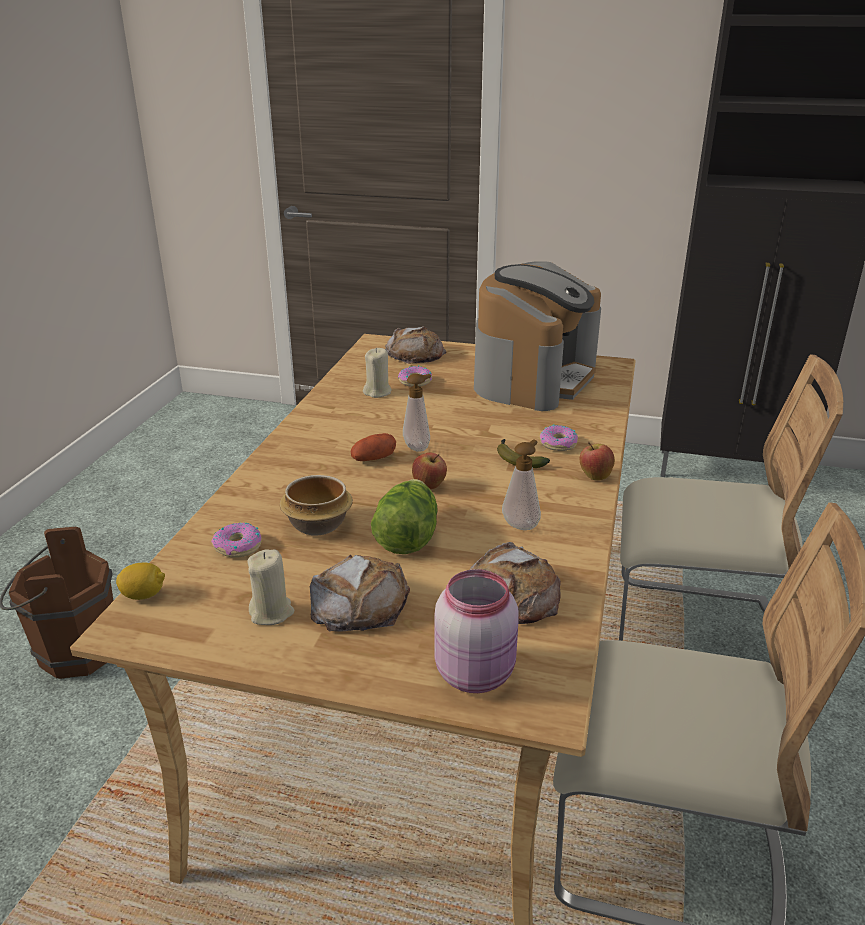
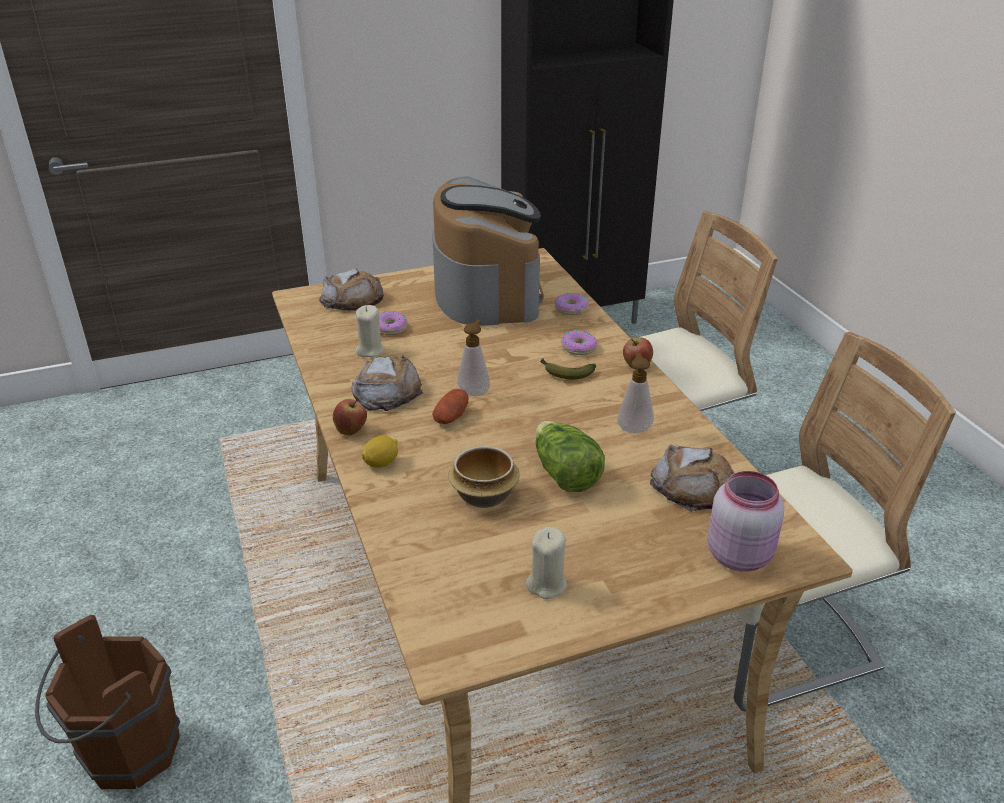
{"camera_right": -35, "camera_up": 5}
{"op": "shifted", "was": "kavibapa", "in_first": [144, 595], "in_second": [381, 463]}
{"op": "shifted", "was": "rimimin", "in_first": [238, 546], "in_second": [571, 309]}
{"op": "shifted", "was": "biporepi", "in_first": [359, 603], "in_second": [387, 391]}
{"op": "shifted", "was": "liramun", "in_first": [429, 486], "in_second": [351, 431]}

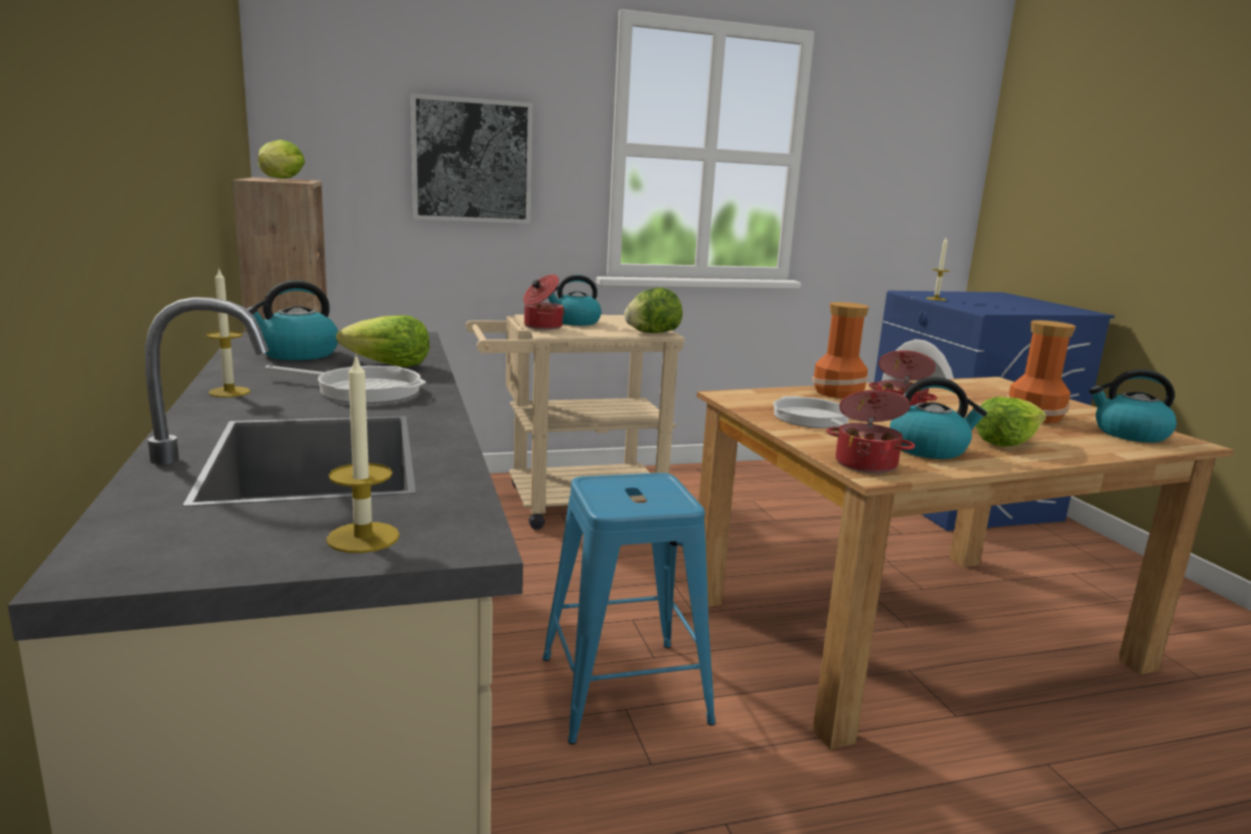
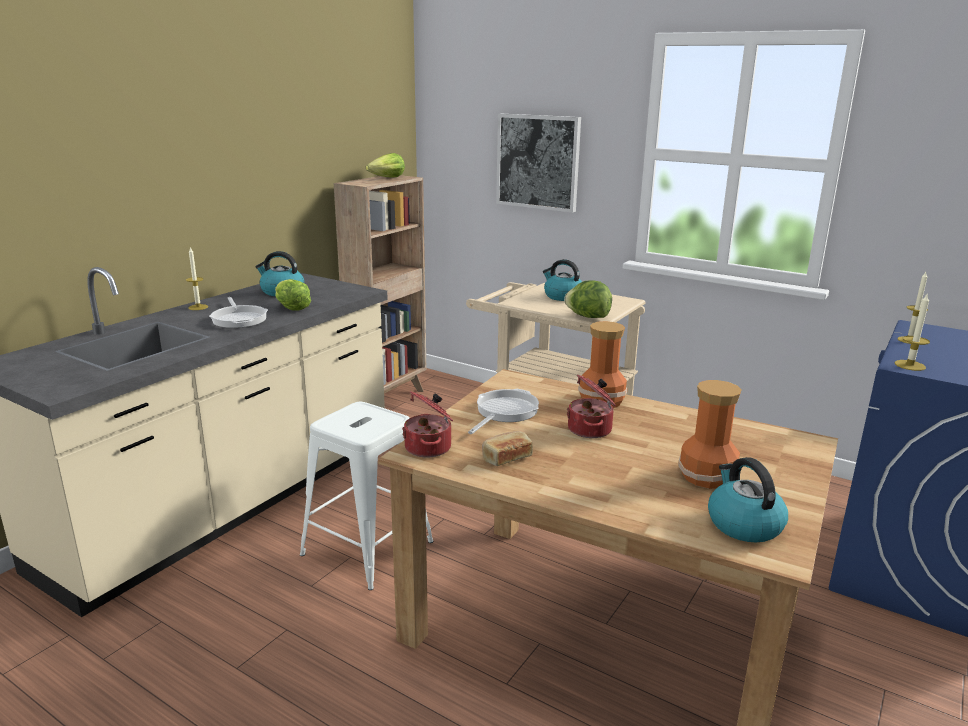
{"camera_right": 50, "camera_up": 5}
{"op": "gone", "was": "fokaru", "in_first": [541, 326]}
{"op": "gone", "was": "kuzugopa", "in_first": [1005, 442]}
{"op": "shifted", "was": "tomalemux", "in_first": [363, 537], "in_second": [910, 365]}
{"op": "swapped", "was": "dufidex", "now": "biporepi", "in_first": [929, 449], "in_second": [506, 458]}
{"op": "repainted", "was": "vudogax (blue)", "now": "vudogax (white)", "in_first": [625, 690], "in_second": [367, 549]}

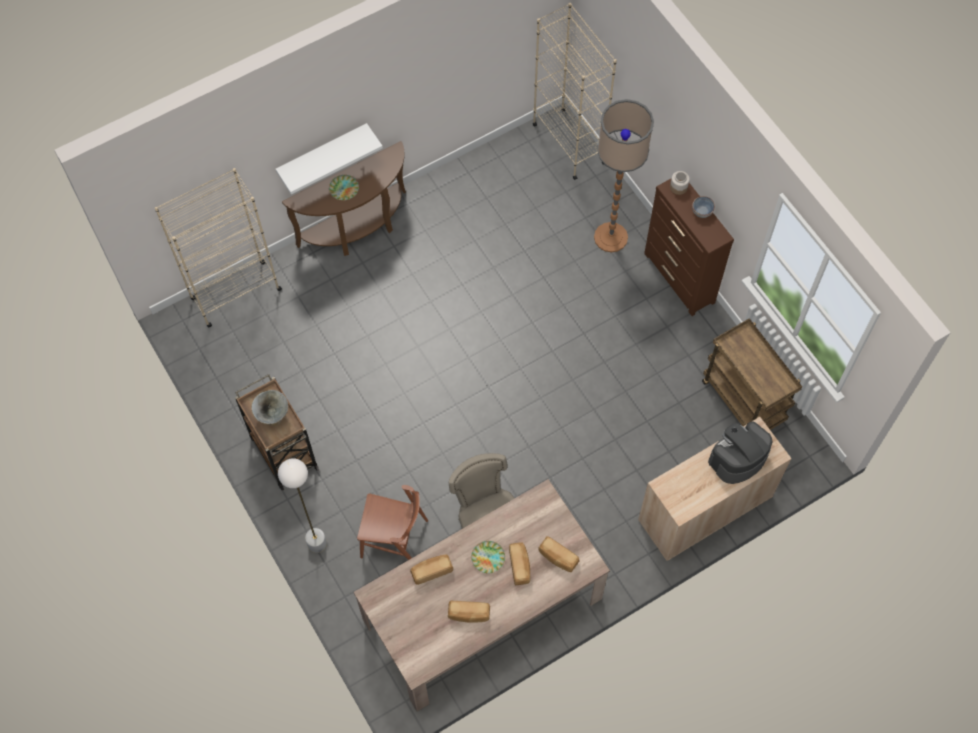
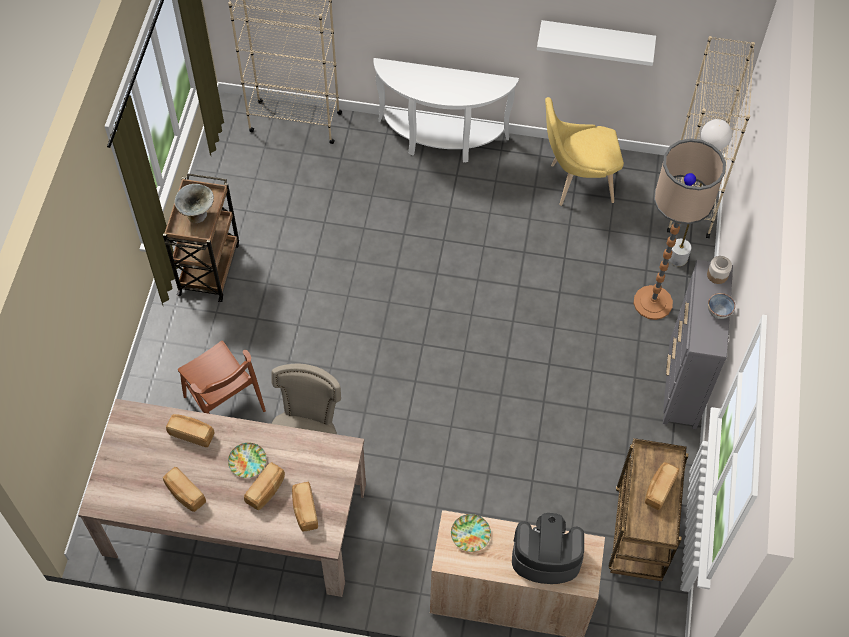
{"camera_right": 40, "camera_up": -5}
{"op": "new", "now": "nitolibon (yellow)", "in_second": [576, 183]}
{"op": "new", "now": "biporepi", "in_second": [659, 489]}
{"op": "shifted", "was": "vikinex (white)", "in_first": [322, 153], "in_second": [596, 38]}
{"op": "shifted", "was": "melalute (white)", "in_first": [317, 543], "in_second": [677, 258]}
{"op": "shifted", "was": "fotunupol", "in_first": [343, 189], "in_second": [470, 534]}
{"op": "repainted", "was": "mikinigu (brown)", "now": "mikinigu (white)", "in_first": [358, 229], "in_second": [440, 141]}
{"op": "repainted", "was": "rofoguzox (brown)", "now": "rofoguzox (grey)", "in_first": [679, 278], "in_second": [683, 383]}

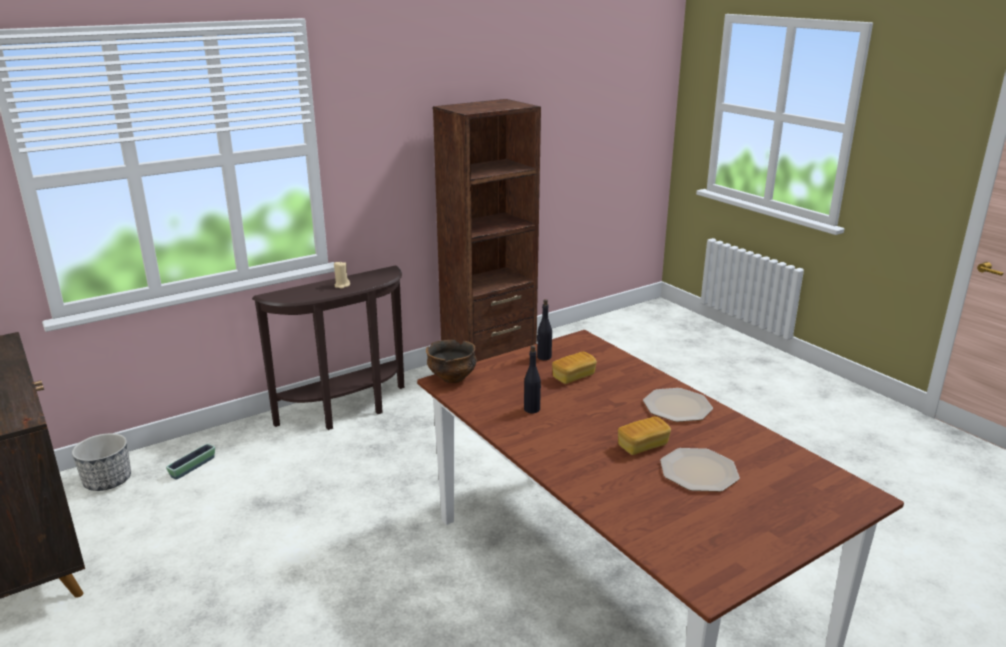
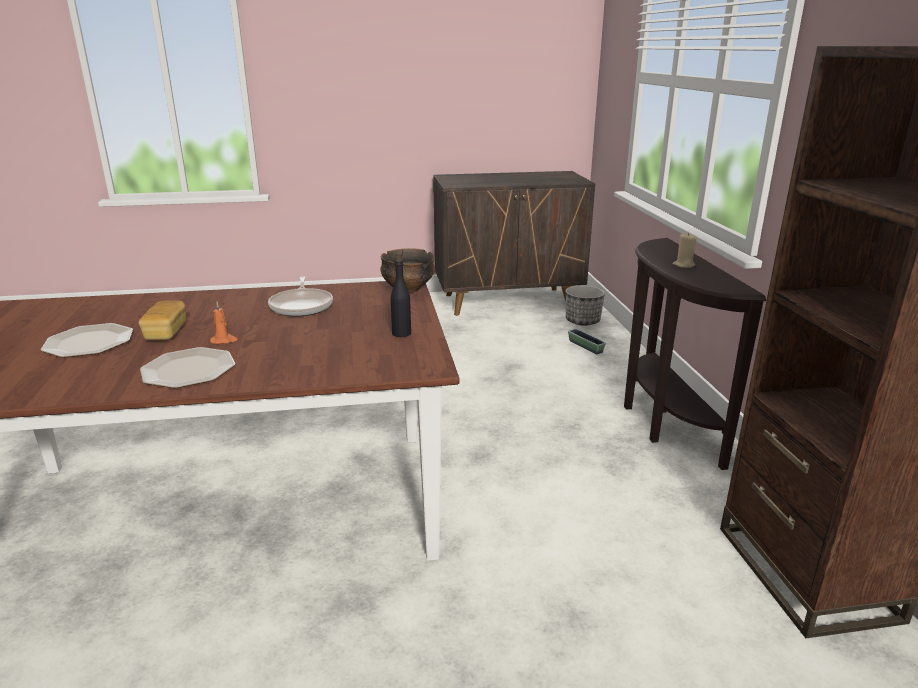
{"camera_right": 115, "camera_up": 0}
{"op": "gone", "was": "biporepi", "in_first": [573, 377]}
{"op": "new", "now": "tomalemux (orange)", "in_second": [224, 340]}
{"op": "swapped", "was": "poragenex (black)", "now": "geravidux", "in_first": [532, 409], "in_second": [302, 306]}

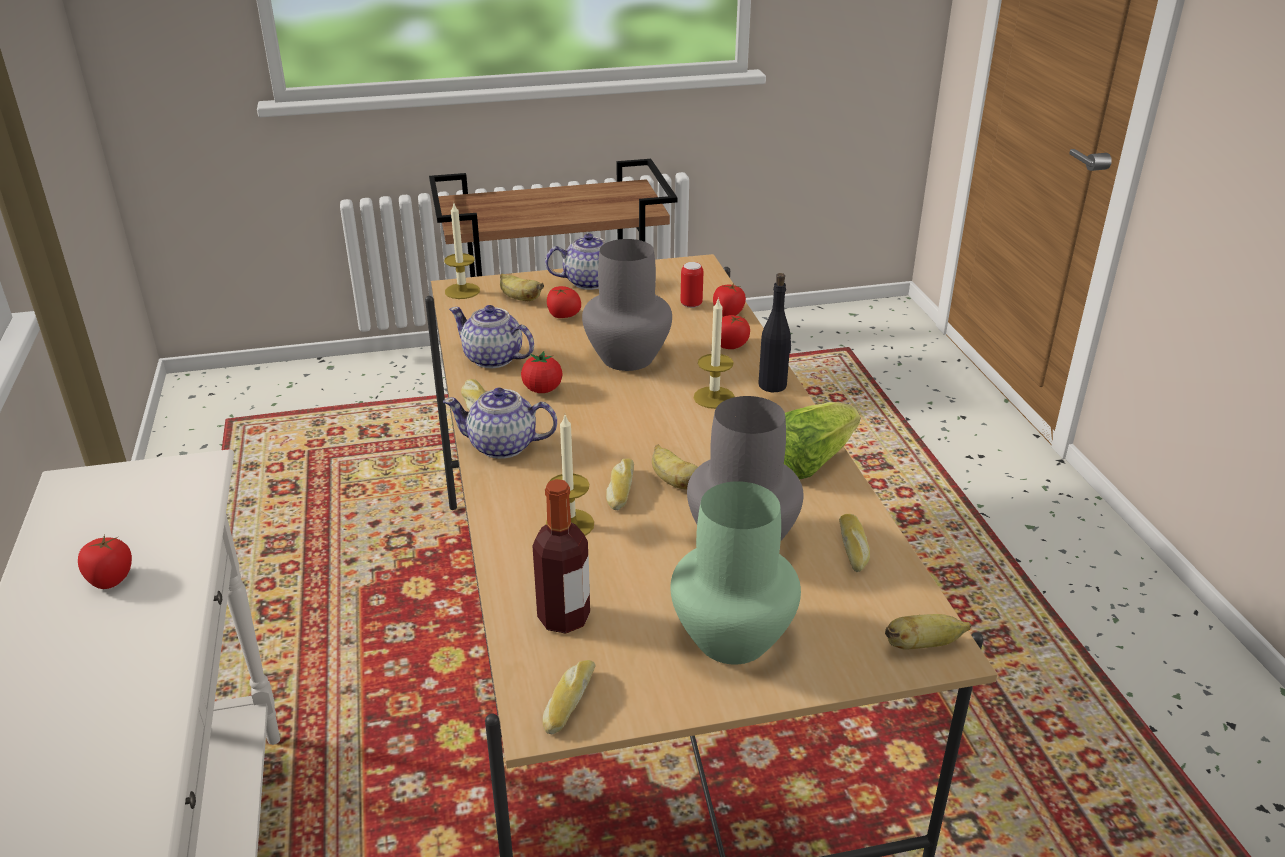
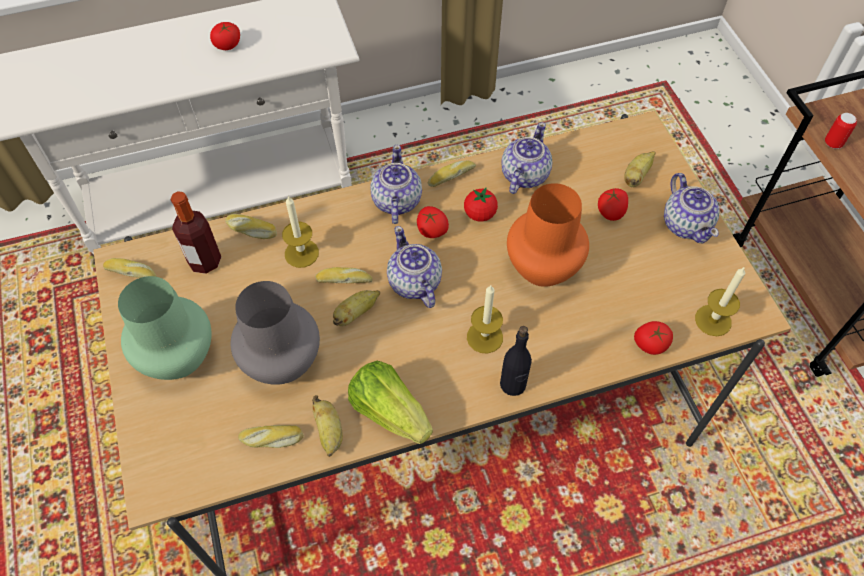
{"camera_right": 85, "camera_up": 25}
{"op": "new", "now": "biporepi", "in_second": [251, 230]}
{"op": "new", "now": "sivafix", "in_second": [414, 283]}
{"op": "shifted", "was": "tomalemux", "in_first": [462, 291], "in_second": [713, 320]}
{"op": "shifted", "was": "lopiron", "in_first": [691, 304], "in_second": [833, 143]}
{"op": "shifted", "was": "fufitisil", "in_first": [731, 345], "in_second": [431, 230]}
{"op": "shifted", "was": "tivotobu", "in_first": [922, 645], "in_second": [329, 432]}
{"op": "repainted", "was": "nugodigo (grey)", "now": "nugodigo (orange)", "in_first": [628, 359], "in_second": [541, 268]}

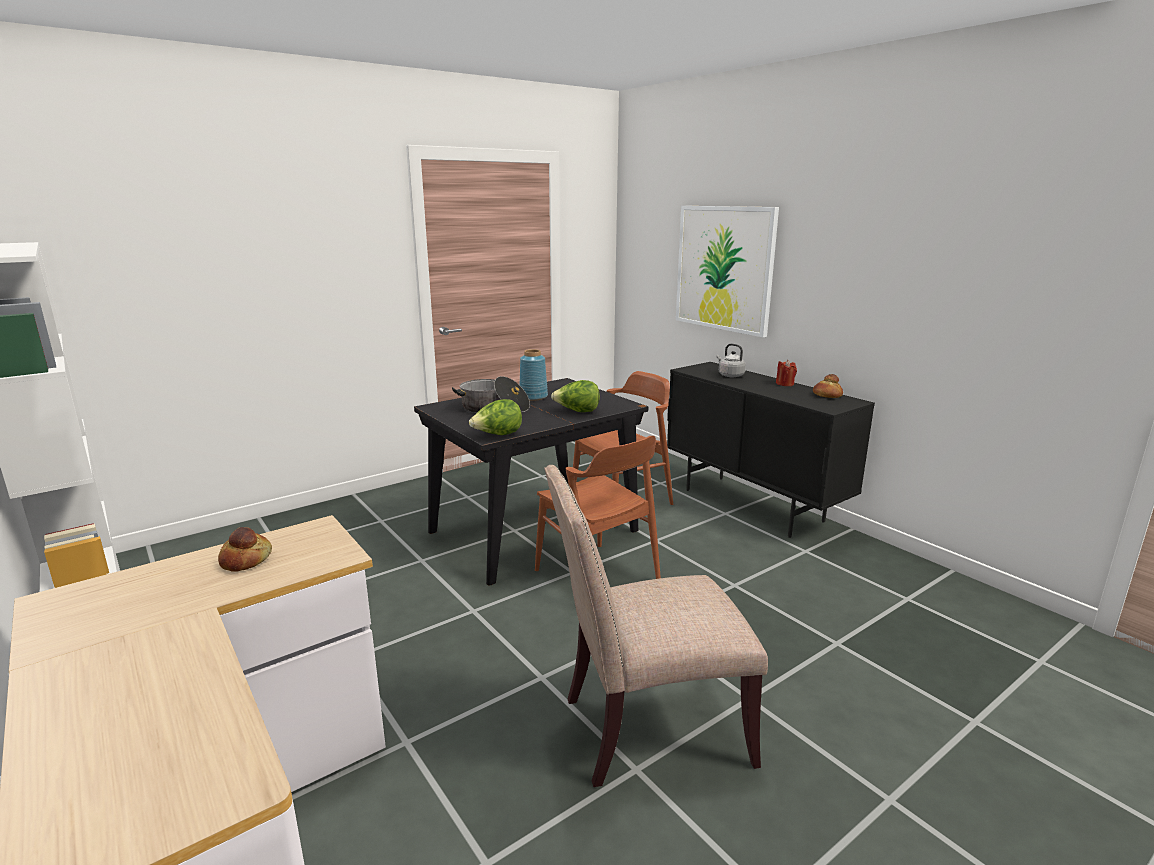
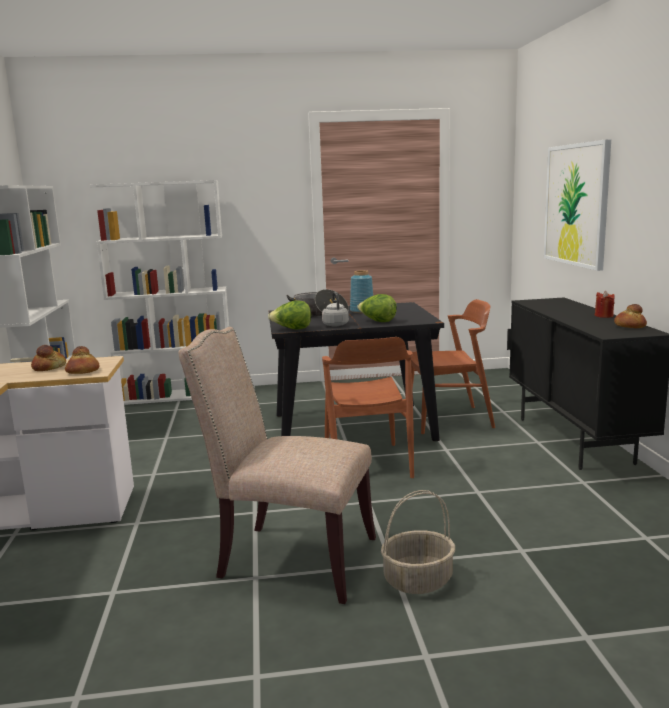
{"camera_right": 30, "camera_up": -5}
{"op": "new", "now": "biporepi", "in_second": [83, 371]}
{"op": "new", "now": "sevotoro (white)", "in_second": [178, 396]}
{"op": "new", "now": "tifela", "in_second": [418, 580]}
{"op": "shifted", "was": "dufidex (grey)", "in_first": [730, 375], "in_second": [335, 324]}

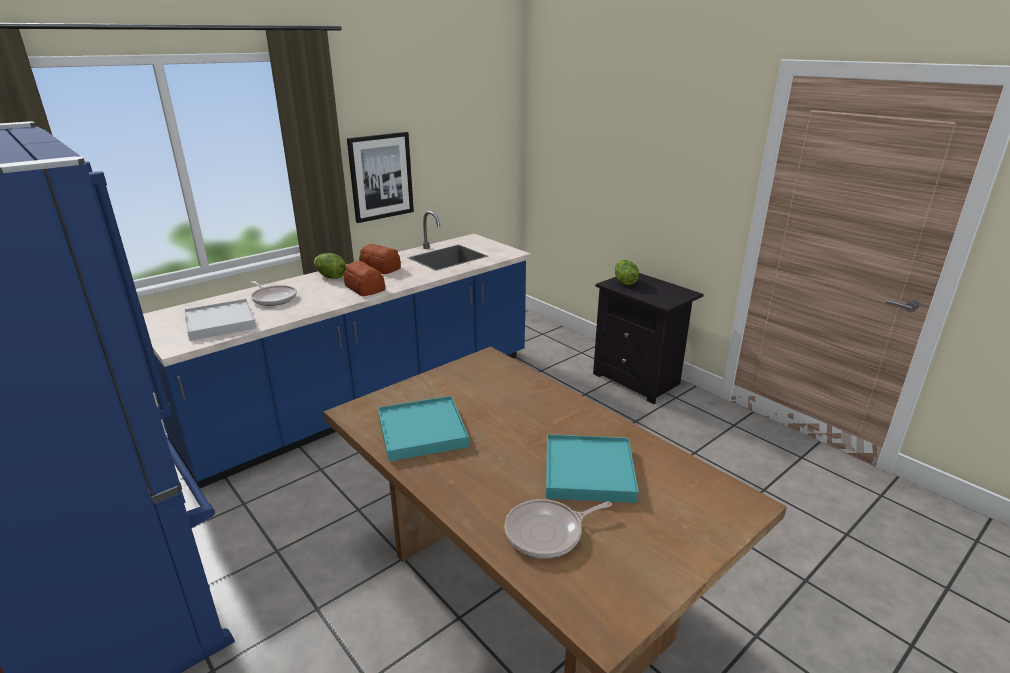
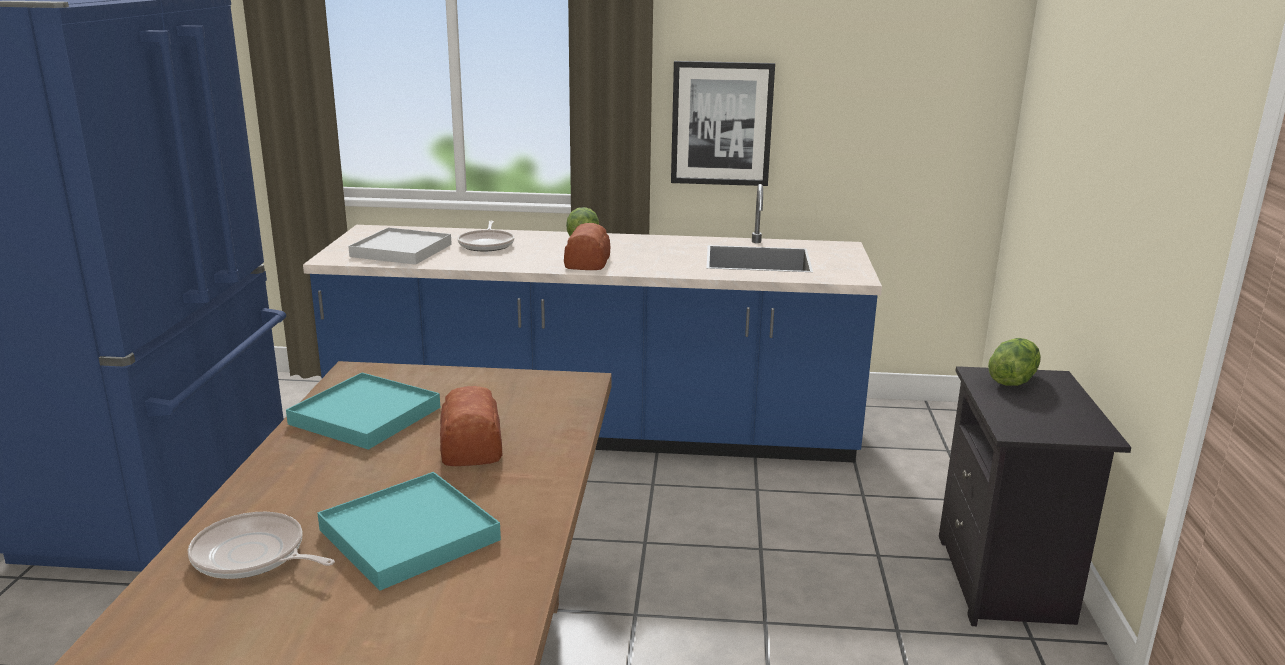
{"camera_right": 45, "camera_up": -5}
{"op": "shifted", "was": "biporepi", "in_first": [380, 267], "in_second": [473, 444]}

